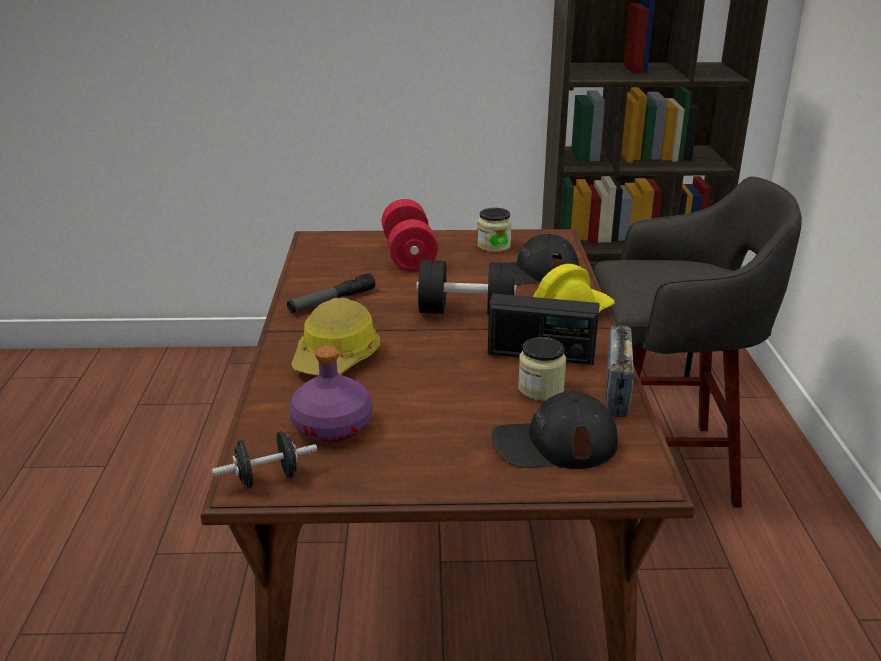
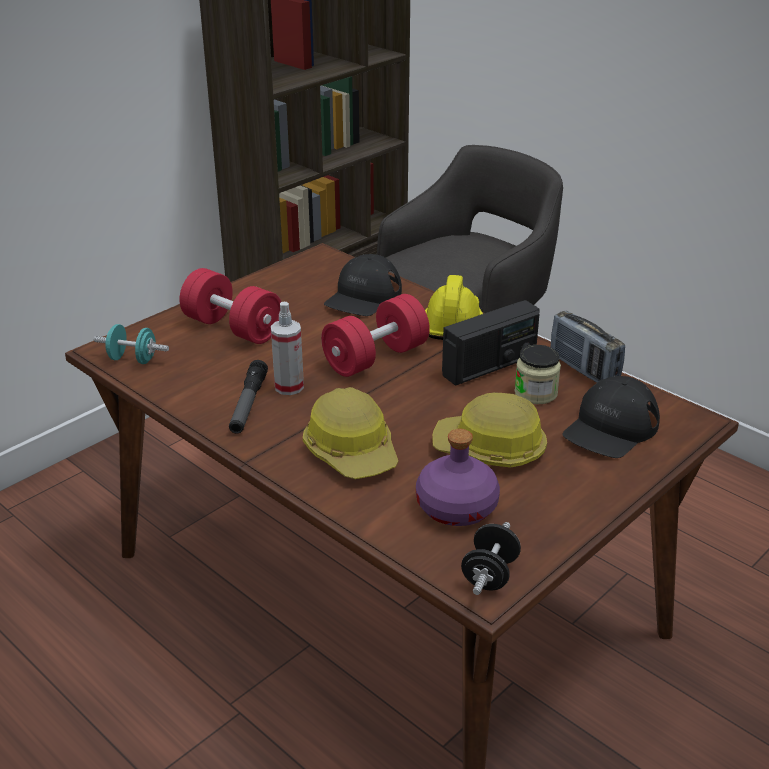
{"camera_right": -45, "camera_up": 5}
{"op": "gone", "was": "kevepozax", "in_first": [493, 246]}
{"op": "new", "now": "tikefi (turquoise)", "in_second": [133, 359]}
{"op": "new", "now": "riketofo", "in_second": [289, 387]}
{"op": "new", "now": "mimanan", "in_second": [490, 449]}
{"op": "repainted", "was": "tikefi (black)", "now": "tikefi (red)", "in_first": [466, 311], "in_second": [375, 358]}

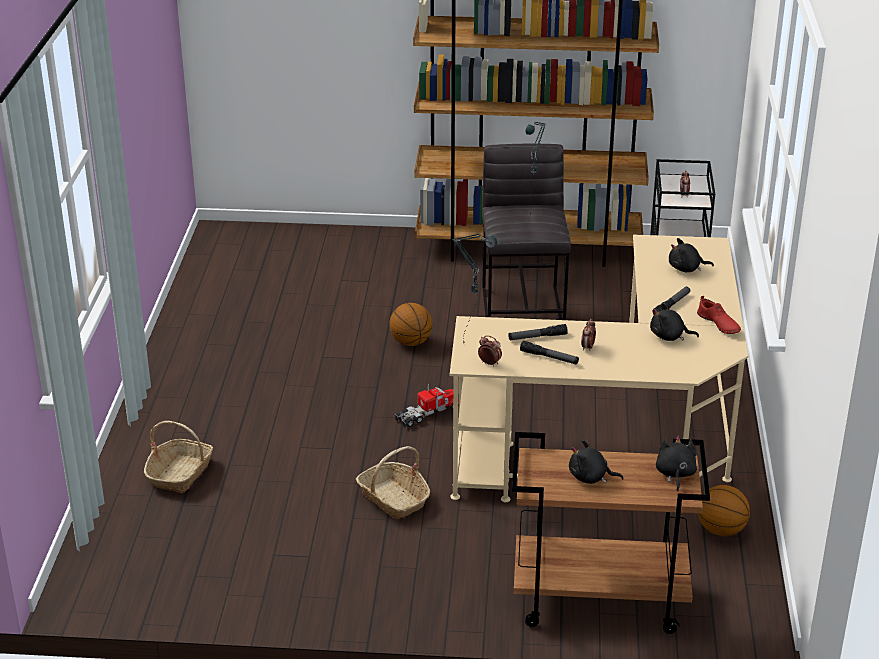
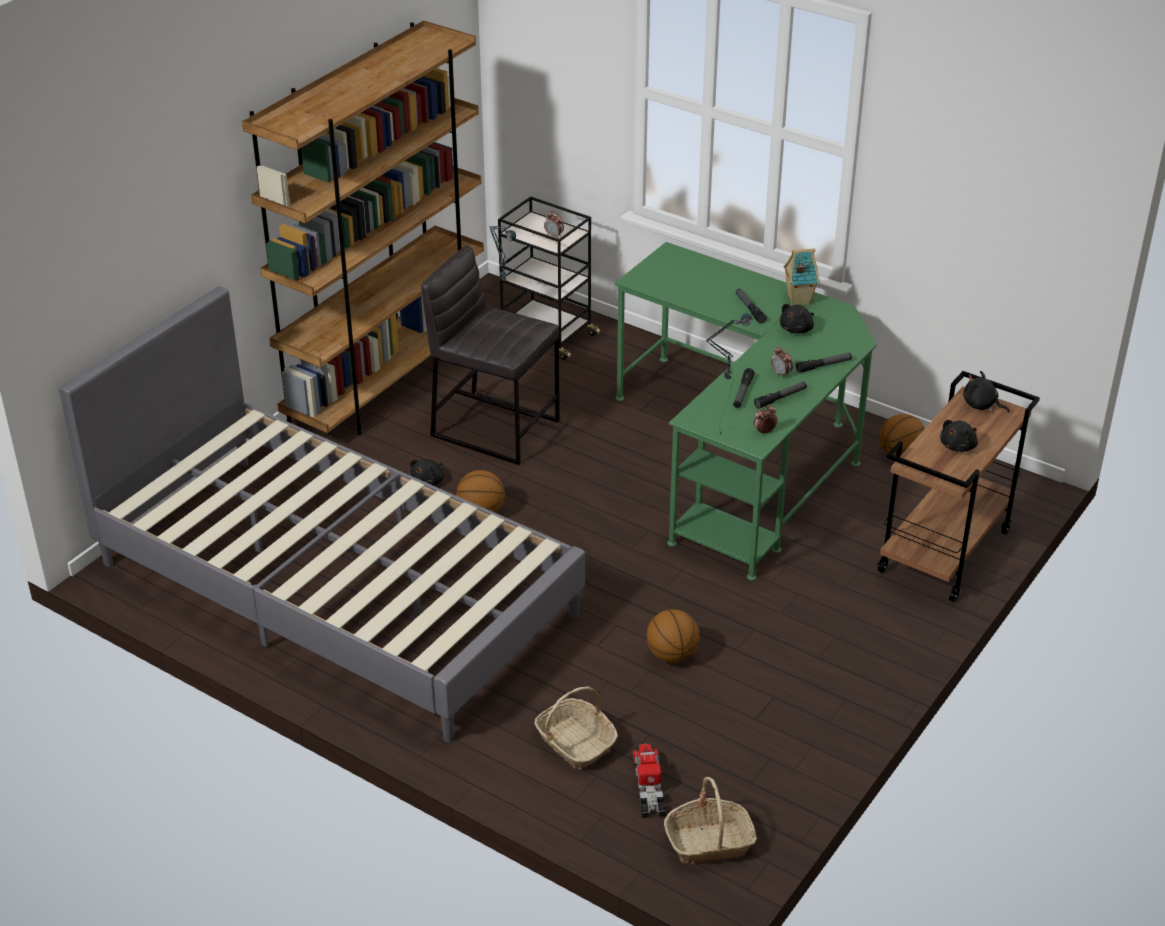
{"camera_right": -60, "camera_up": 5}
{"op": "new", "now": "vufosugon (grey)", "in_second": [336, 588]}
{"op": "new", "now": "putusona", "in_second": [672, 655]}
{"op": "new", "now": "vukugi", "in_second": [823, 366]}
{"op": "shifted", "was": "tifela", "in_first": [393, 499], "in_second": [709, 842]}
{"op": "shifted", "was": "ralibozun", "in_first": [427, 414], "in_second": [649, 787]}
{"op": "shifted", "was": "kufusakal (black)", "in_first": [686, 269], "in_second": [428, 481]}
{"op": "swapped", "was": "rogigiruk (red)", "now": "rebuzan", "in_first": [718, 324], "in_second": [798, 300]}
{"op": "repainted", "was": "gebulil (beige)", "now": "gebulil (green)", "in_first": [621, 442], "in_second": [745, 455]}

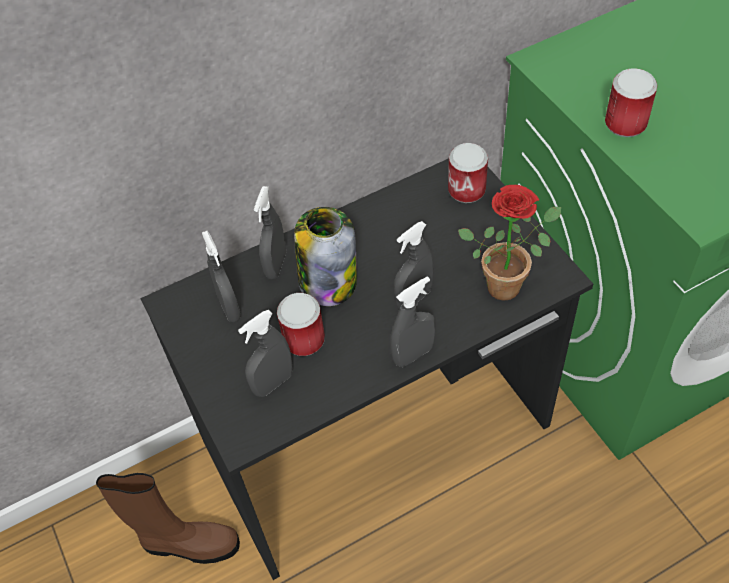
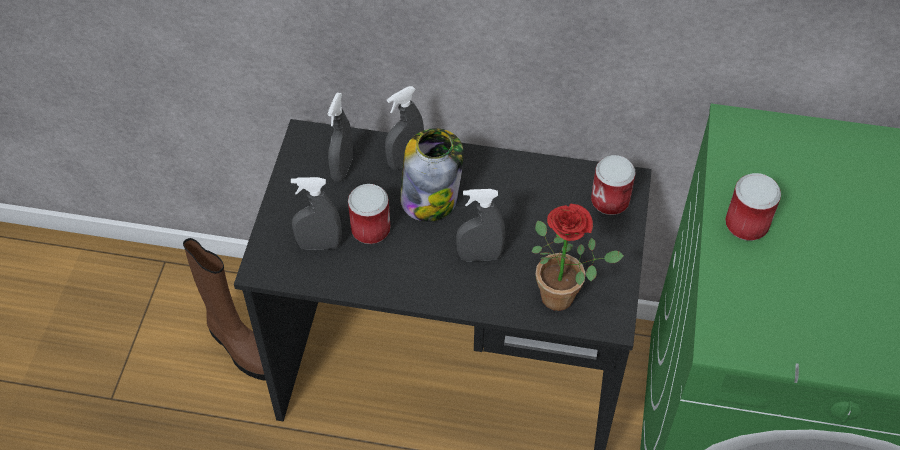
{"camera_right": 35, "camera_up": 0}
{"op": "gone", "was": "riketofo (grey)", "in_first": [413, 354]}

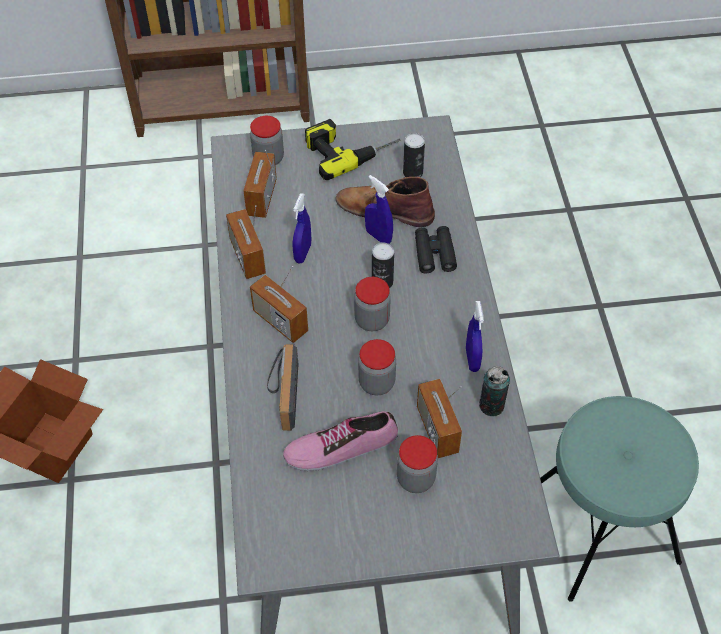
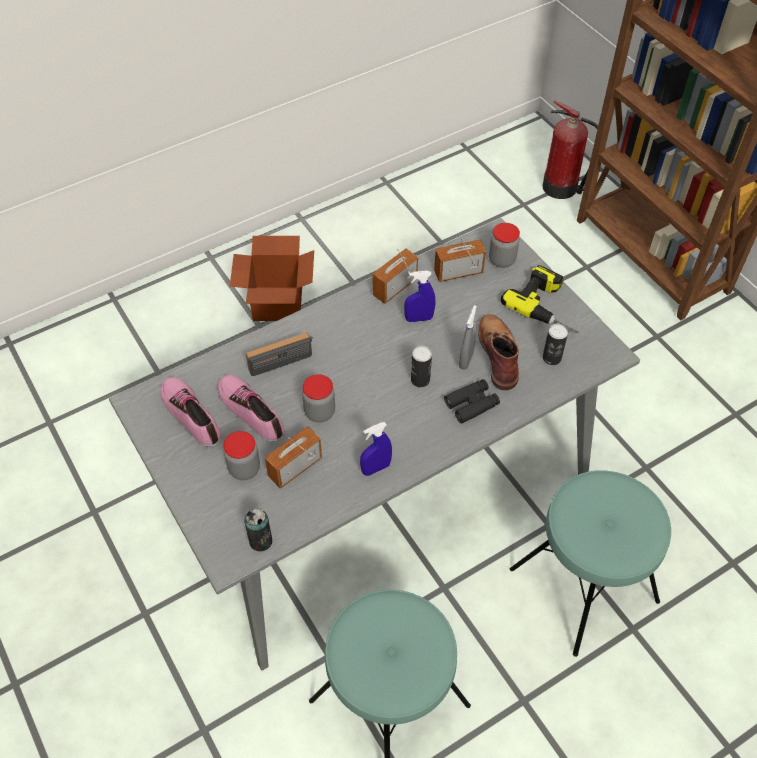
{"camera_right": 65, "camera_up": 0}
{"op": "gone", "was": "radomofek", "in_first": [280, 321]}
{"op": "gone", "was": "kevepozax", "in_first": [372, 320]}
{"op": "new", "now": "rogigiruk", "in_second": [191, 414]}
{"op": "new", "now": "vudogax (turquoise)", "in_second": [583, 585]}
{"op": "new", "now": "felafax", "in_second": [562, 187]}
{"op": "shifted", "was": "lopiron", "in_first": [491, 406], "in_second": [260, 541]}
{"op": "repainted", "was": "riketofo (blue)", "now": "riketofo (grey)", "in_first": [378, 236], "in_second": [466, 360]}

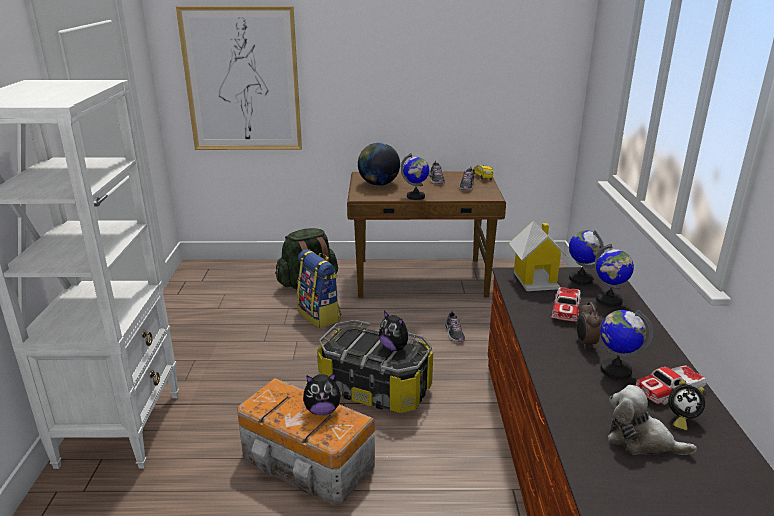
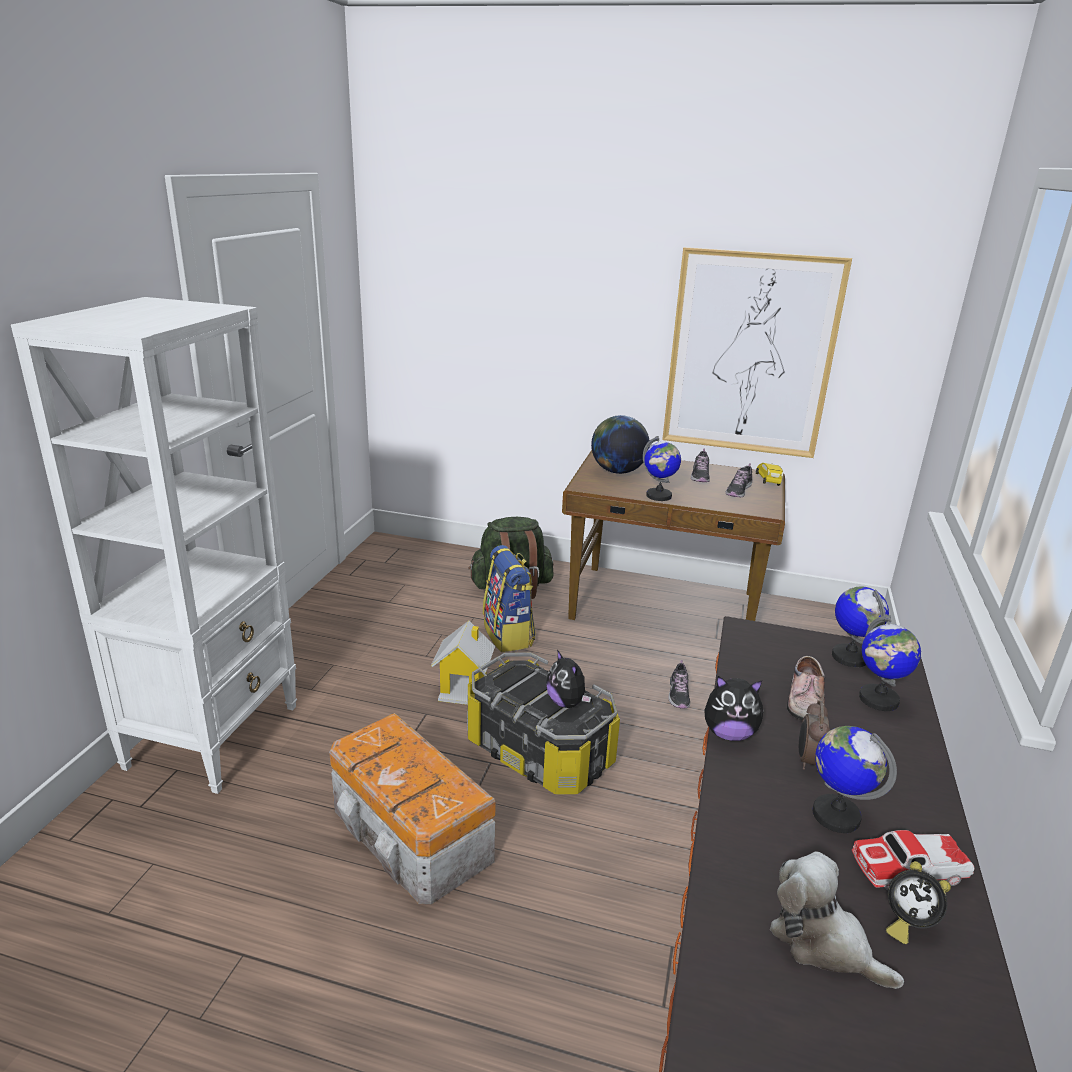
{"camera_right": 15, "camera_up": 0}
{"op": "shifted", "was": "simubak", "in_first": [242, 80], "in_second": [750, 354]}
{"op": "shifted", "was": "kufusakal", "in_first": [322, 410], "in_second": [729, 733]}
{"op": "shifted", "was": "rebuzan", "in_first": [535, 279], "in_second": [464, 687]}
{"op": "swapped", "was": "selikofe", "now": "rogigiruk", "in_first": [566, 310], "in_second": [803, 701]}

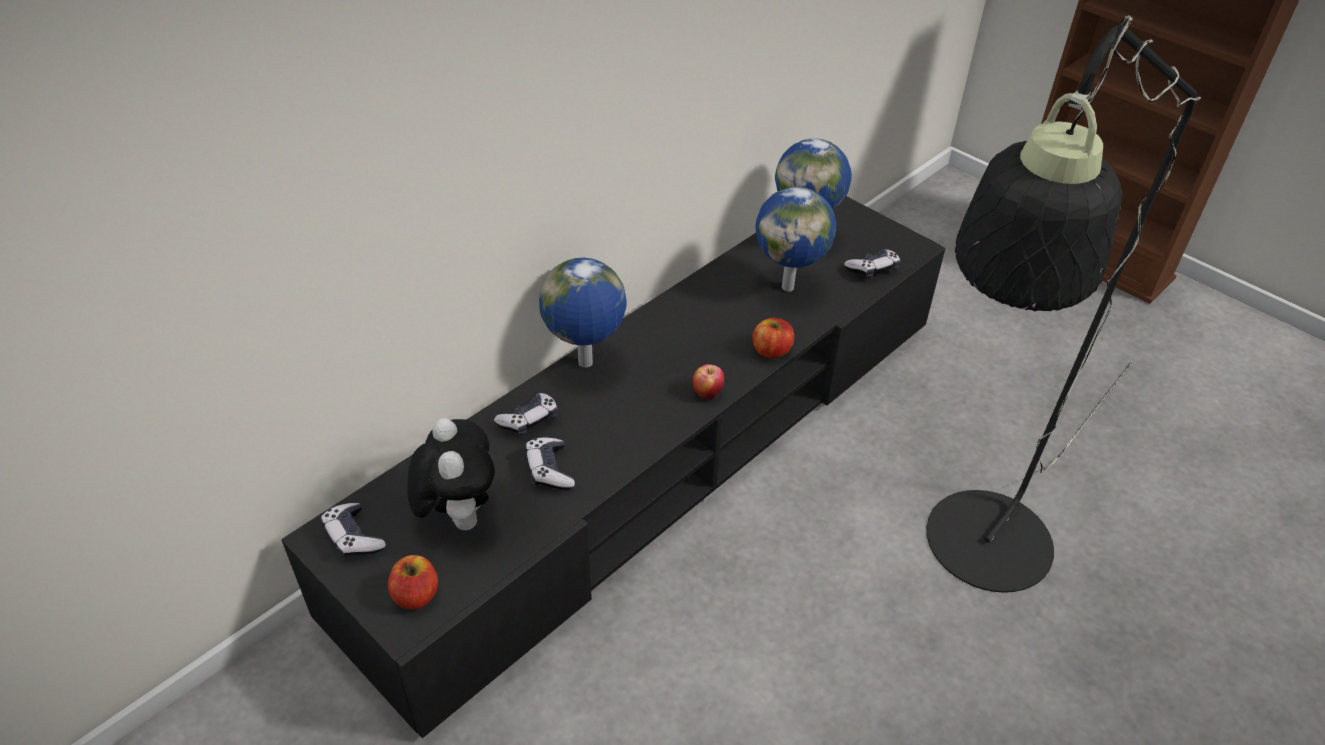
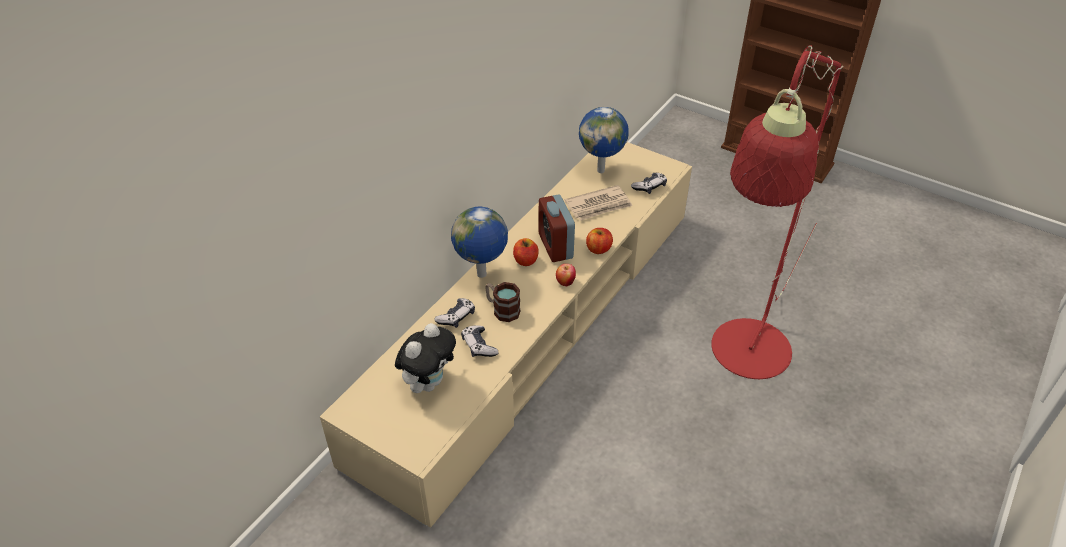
{"camera_right": -10, "camera_up": 0}
{"op": "gone", "was": "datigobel", "in_first": [353, 537]}
{"op": "new", "now": "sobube", "in_second": [502, 310]}
{"op": "new", "now": "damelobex", "in_second": [555, 246]}
{"op": "shifted", "was": "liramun", "in_first": [416, 595], "in_second": [525, 261]}
{"op": "swapped", "was": "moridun", "now": "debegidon", "in_first": [789, 286], "in_second": [599, 205]}
{"op": "repainted", "was": "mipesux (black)", "now": "mipesux (beige)", "in_first": [661, 454], "in_second": [533, 327]}
{"op": "repainted", "was": "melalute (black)", "now": "melalute (red)", "in_first": [973, 561], "in_second": [744, 363]}
{"op": "rotated", "was": "kufusakal", "in_first": [457, 514], "in_second": [428, 382], "clockwise": 60}

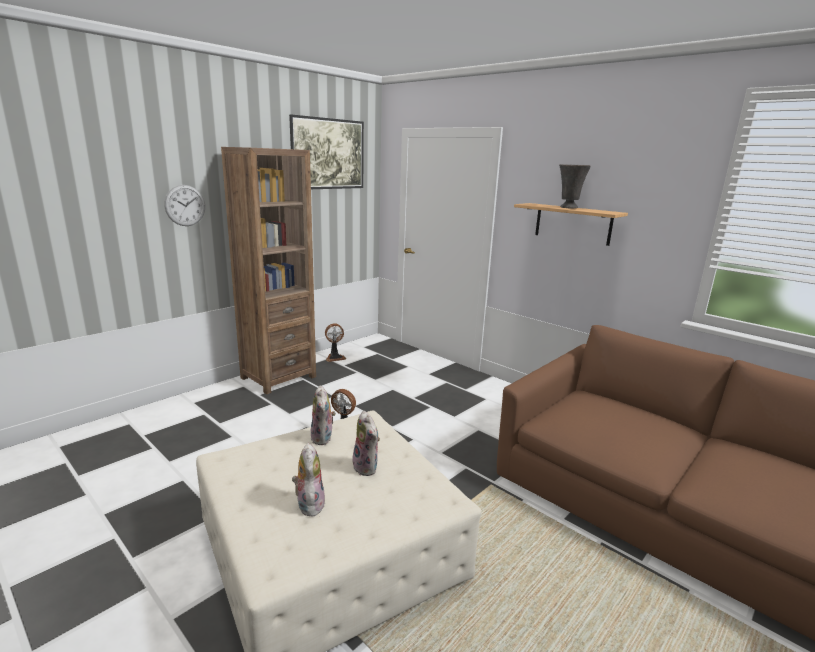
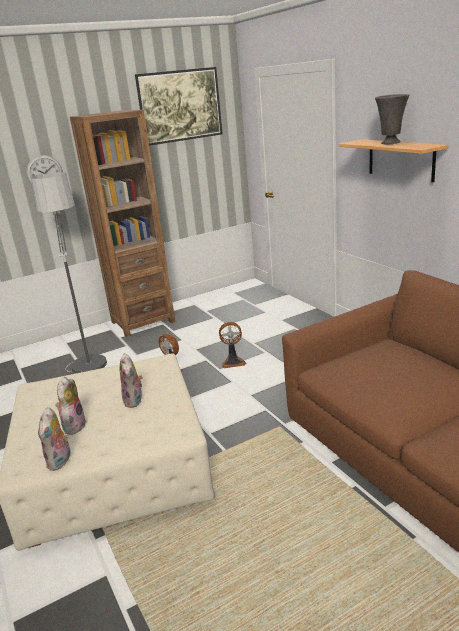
{"camera_right": 20, "camera_up": 5}
{"op": "new", "now": "melalute", "in_second": [86, 355]}
{"op": "shifted", "was": "kufusakal", "in_first": [323, 438], "in_second": [60, 461]}
{"op": "shifted", "was": "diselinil", "in_first": [335, 357], "in_second": [233, 362]}

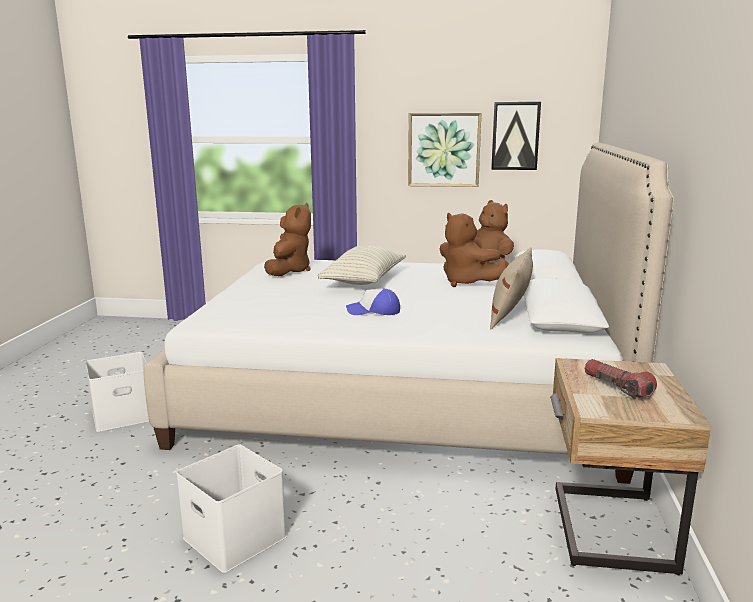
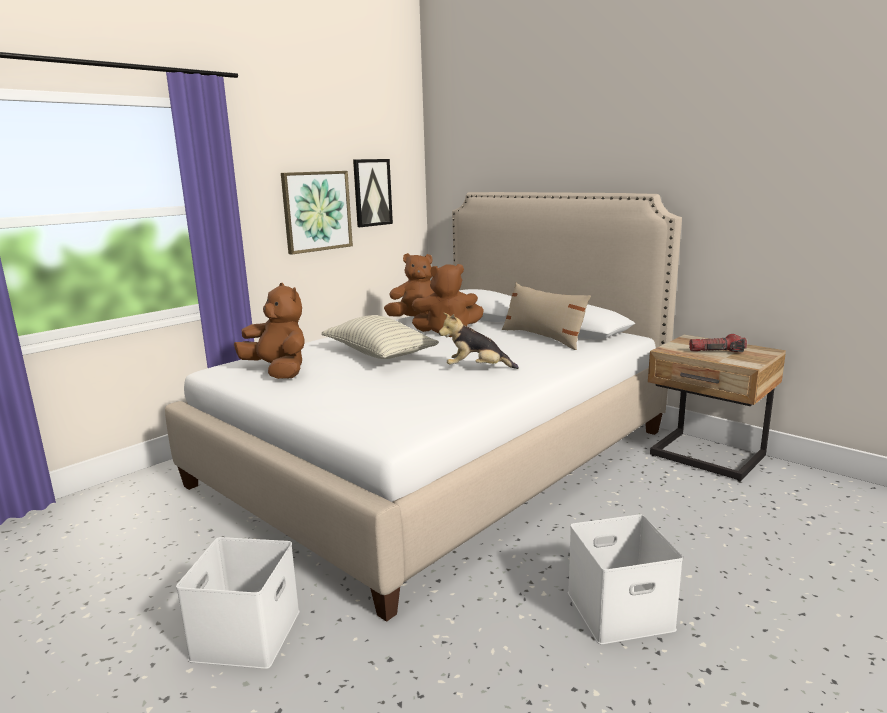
{"camera_right": -55, "camera_up": 0}
{"op": "swapped", "was": "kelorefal", "now": "kufusakal", "in_first": [374, 311], "in_second": [476, 369]}

